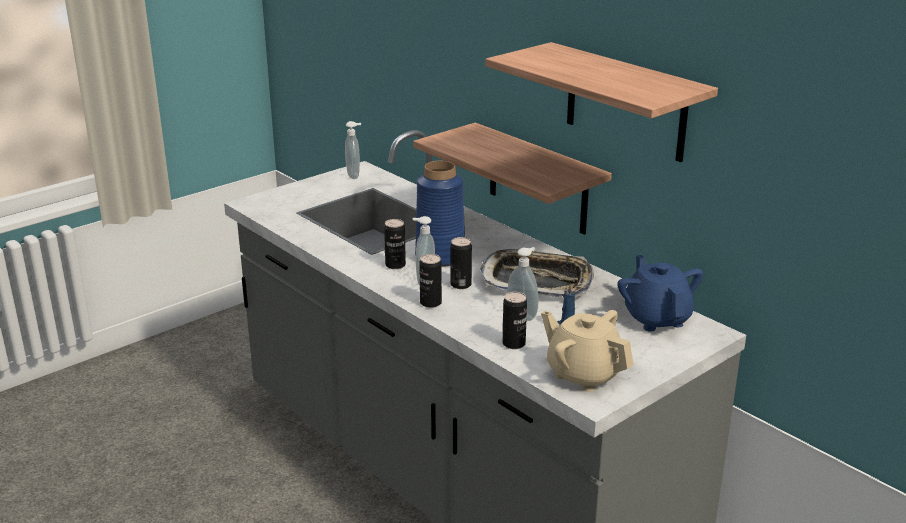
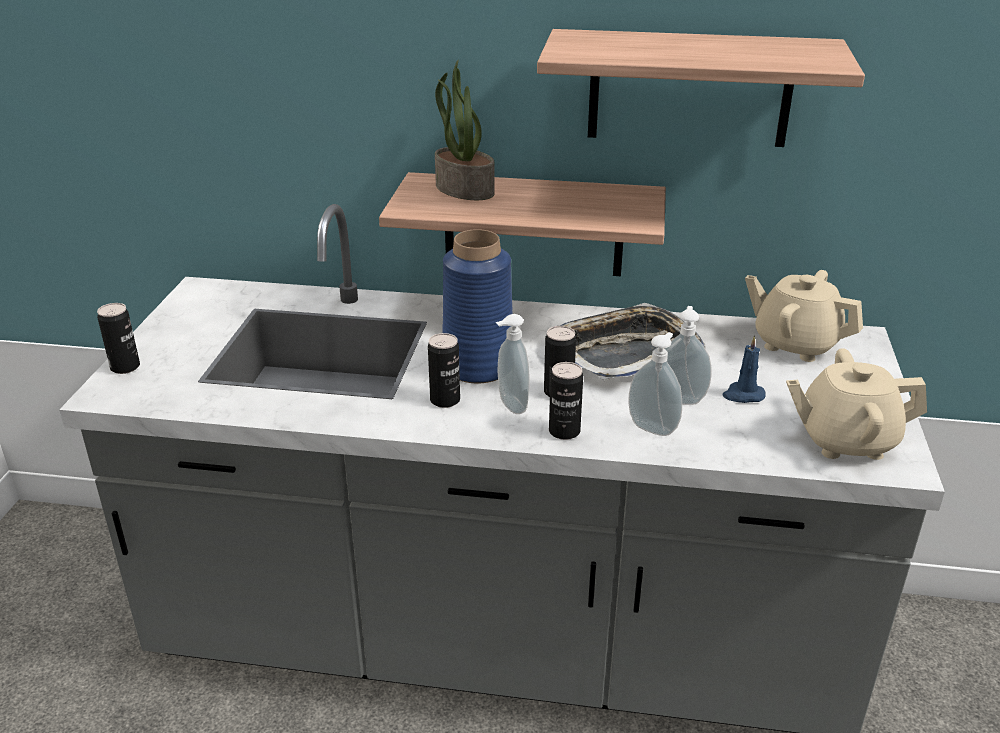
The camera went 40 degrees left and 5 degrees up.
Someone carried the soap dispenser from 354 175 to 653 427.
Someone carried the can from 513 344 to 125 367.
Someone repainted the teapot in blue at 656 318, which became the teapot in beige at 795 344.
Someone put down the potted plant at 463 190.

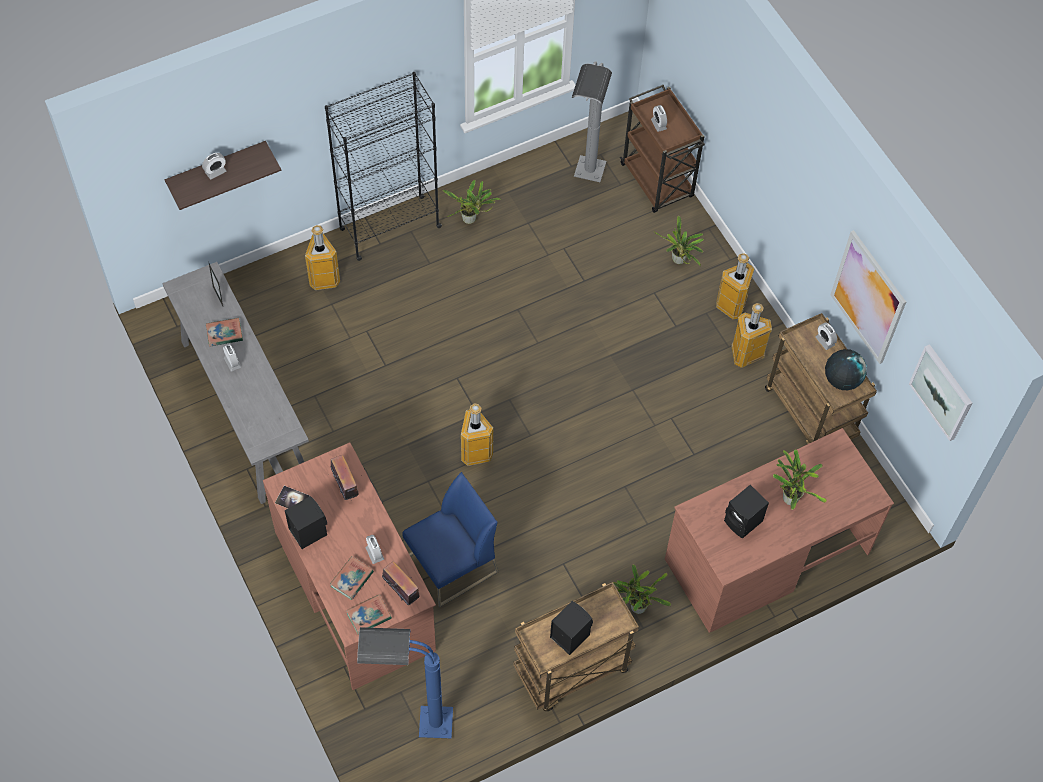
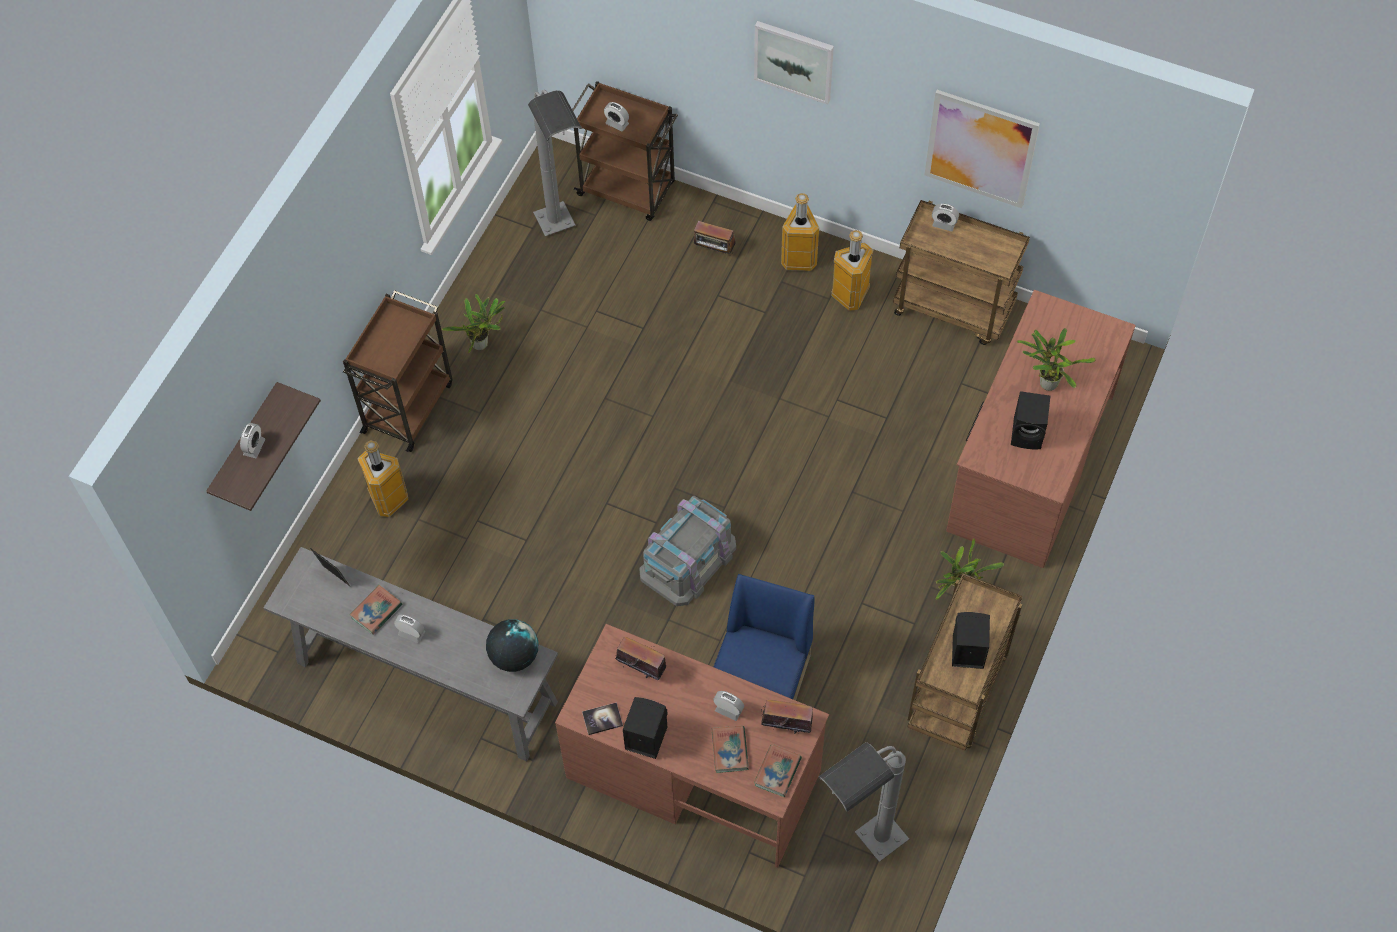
The camera went 35 degrees left and 0 degrees up.
Someone swapped the bookcase in black at 389 228 for the cart in brown at 408 406.
Someone repainted the floor lamp in blue at 412 723, which became the floor lamp in grey at 860 854.
Someone swapped the trash can at 475 451 for the storage box in grey at 687 559.
Someone swapped the potted plant at 679 261 for the radio at 714 250.
Someone carried the globe from 841 380 to 514 656.
Someone carried the picture from 942 392 to 794 61.

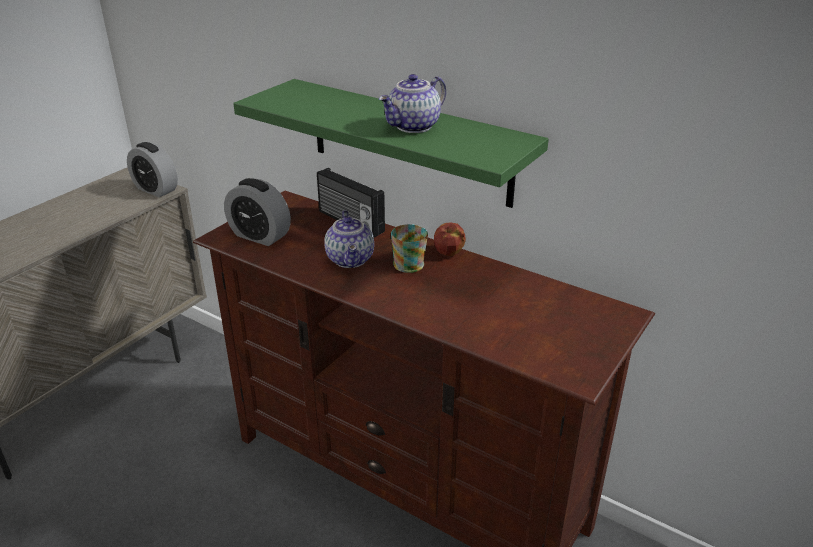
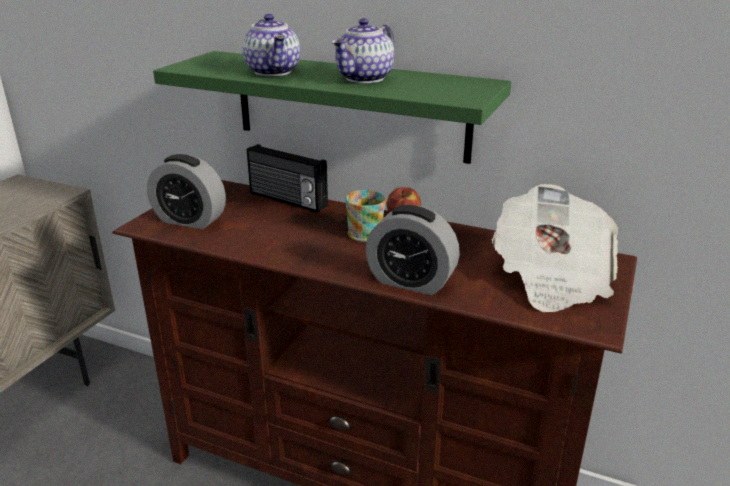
The camera went 10 degrees left and 5 degrees down.
Someone carried the alarm clock from 156 189 to 411 281.
Someone carried the teapot from 351 260 to 274 72.
Someone put down the newspaper at 551 278.

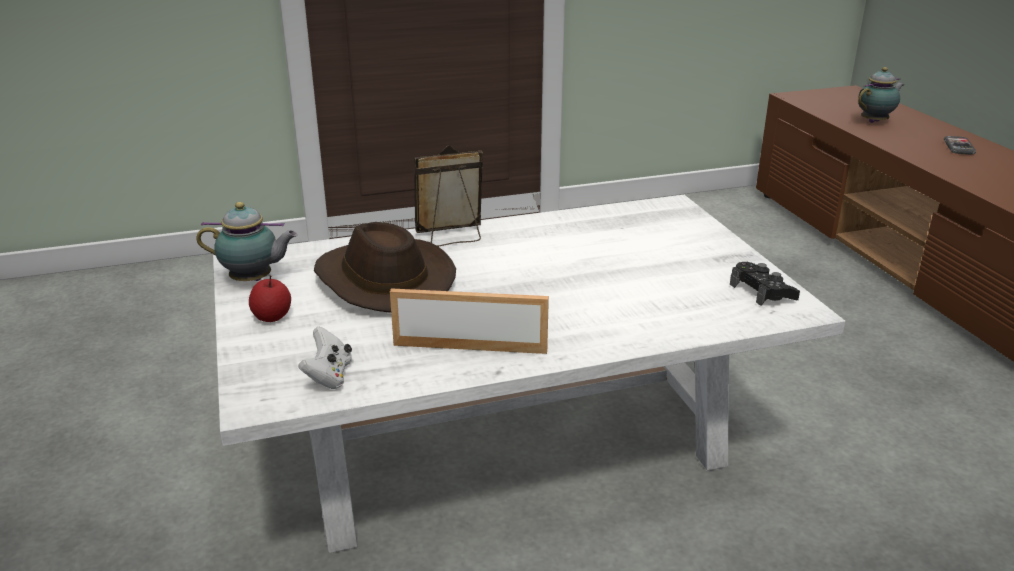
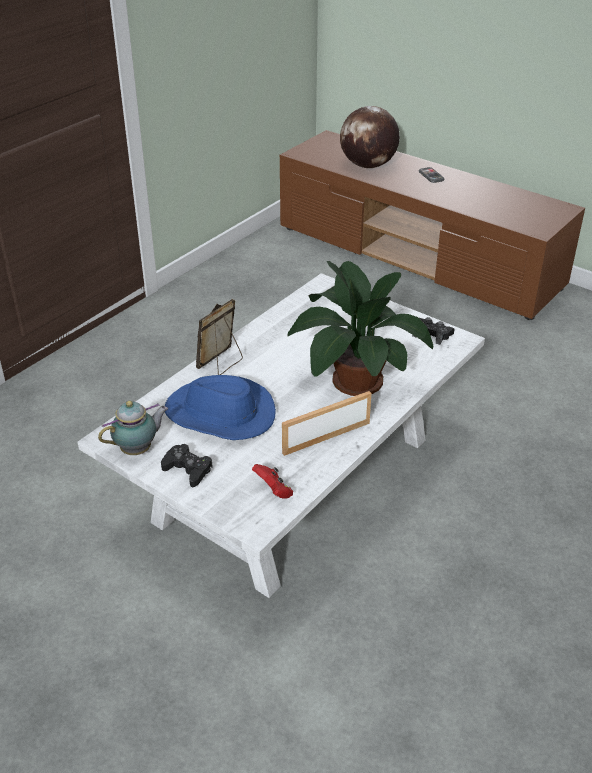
The camera went 35 degrees left and 10 degrees up.
Someone swapped the apple at 272 317 for the game controller in black at 188 469.
Someone repainted the game controller in white at 329 376, which became the game controller in red at 274 491.
Someone repainted the hat in brown at 382 280, which became the hat in blue at 220 414.
Someone swapped the teapot at 875 121 for the globe at 368 165.
Someone put down the potted plant at 352 379.

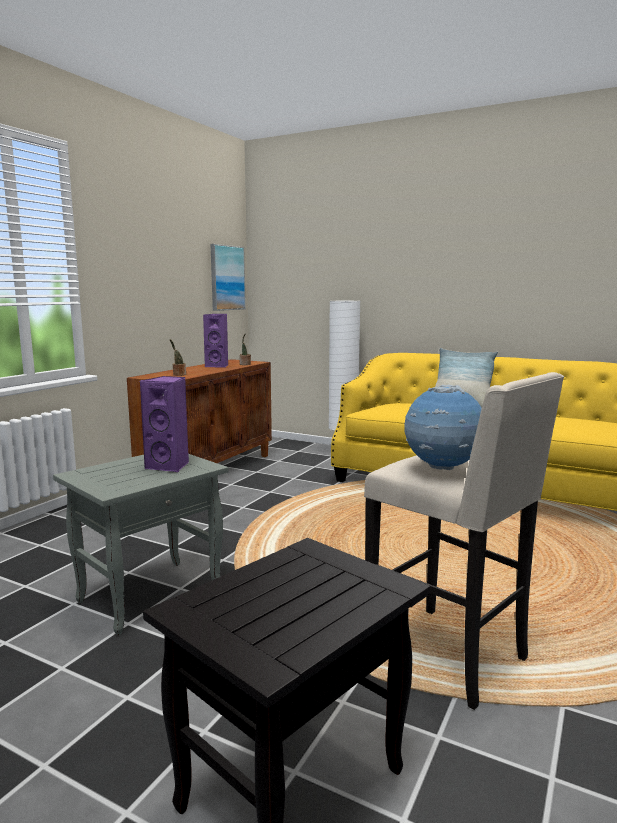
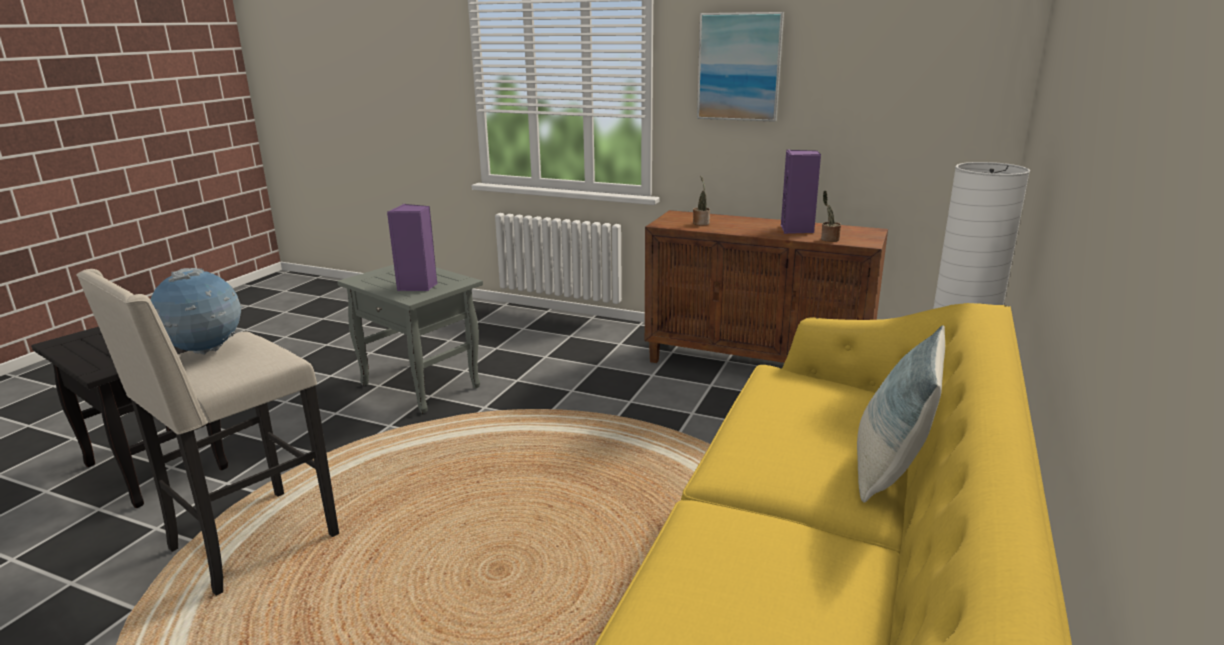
The camera went 85 degrees right and 10 degrees up.
Someone carried the picture from 227 278 to 739 67.

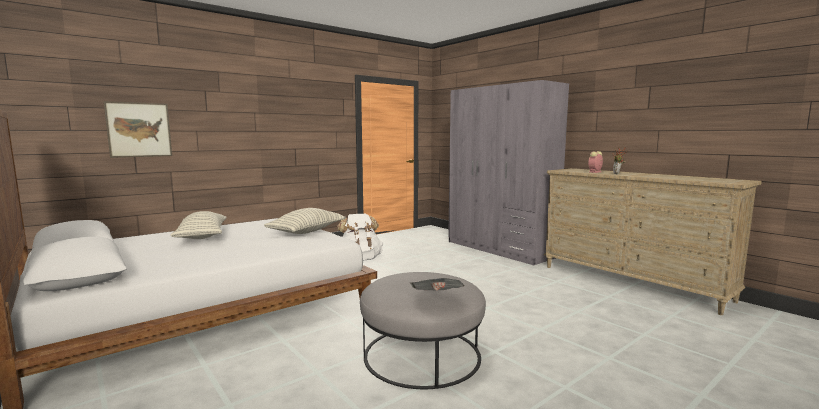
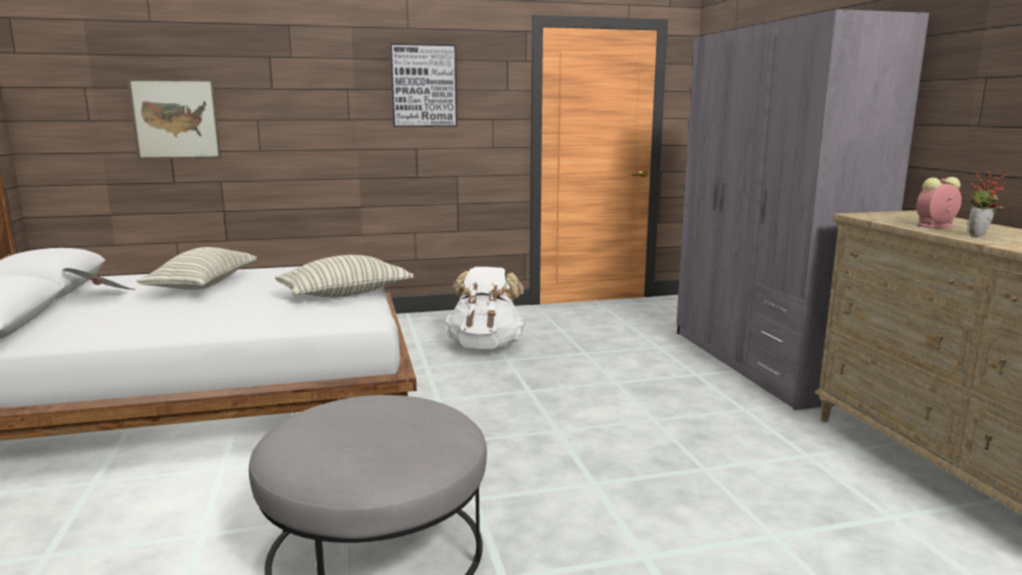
The camera went 25 degrees right and 5 degrees up.
Someone carried the newspaper from 436 299 to 102 295.
Someone put up the picture at 424 86.

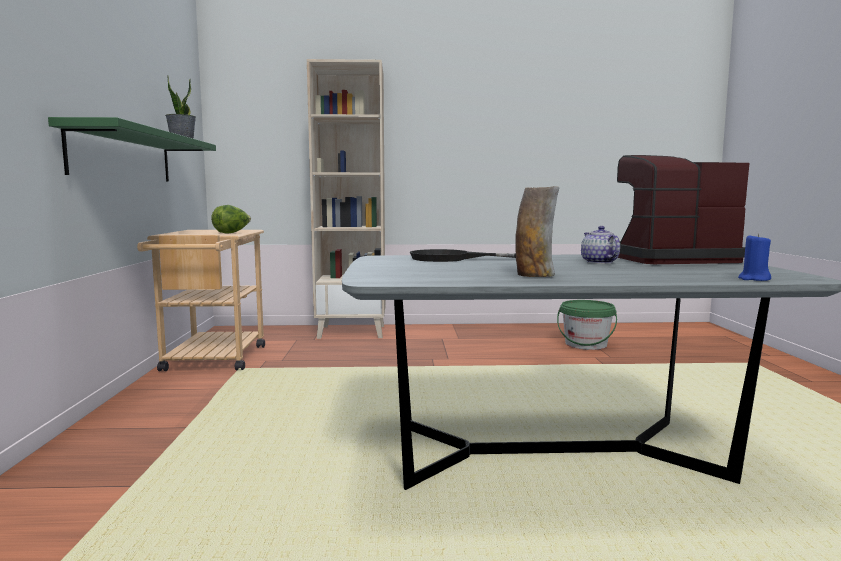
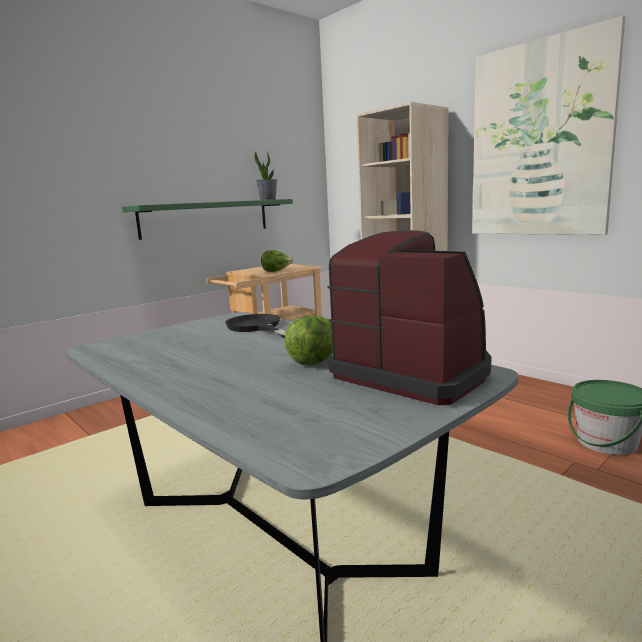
The camera went 50 degrees right and 5 degrees up.
Someone took away the vase at 535 275.
Someone swapped the teapot at 599 262 for the lettuce at 317 360.
Someone took away the candle in blue at 754 279.
Someone put up the picture at 539 140.

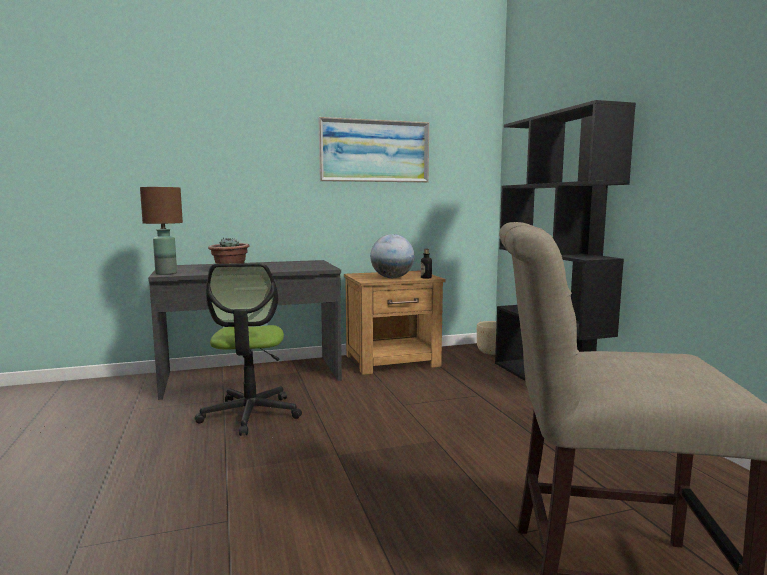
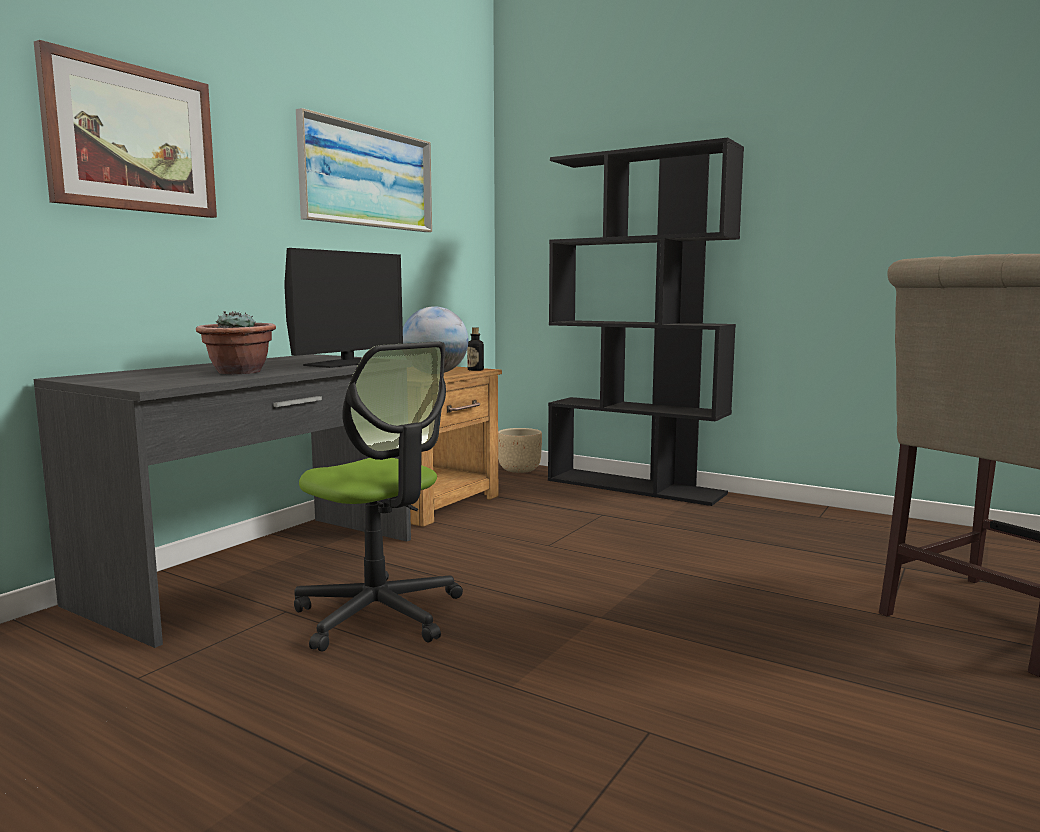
The camera went 40 degrees left and 0 degrees up.
Someone took away the table lamp in brown at 165 273.
Someone put up the picture at 132 139.
Someone put down the monitor at 347 363.

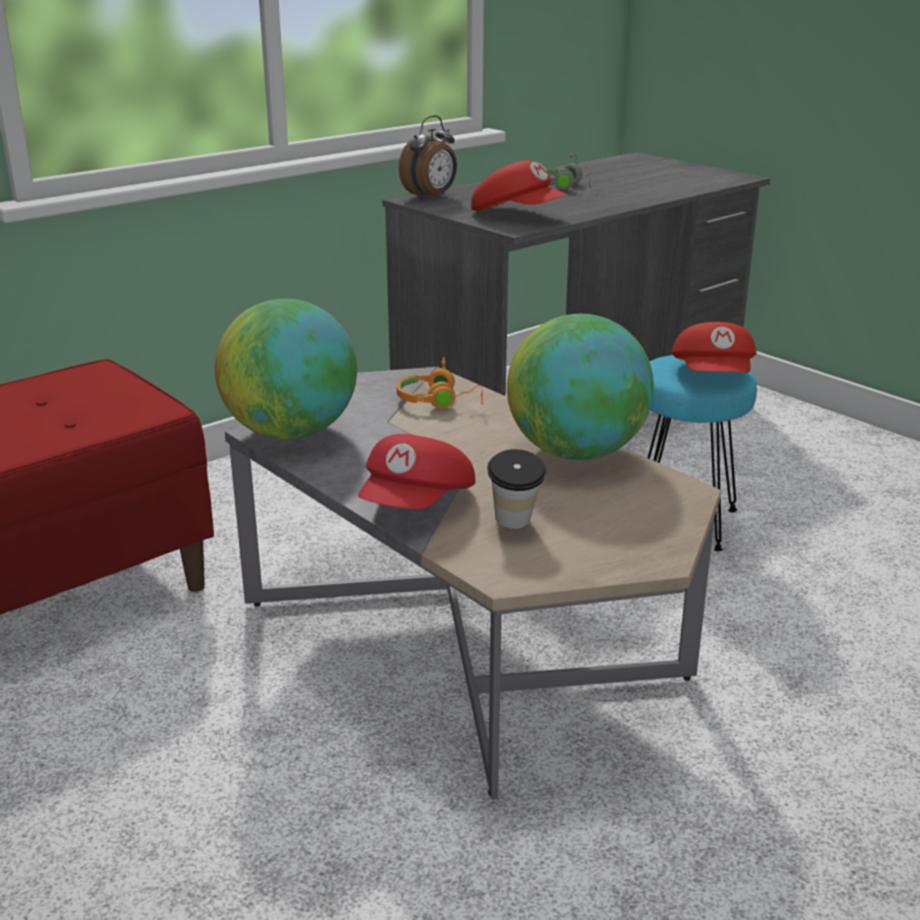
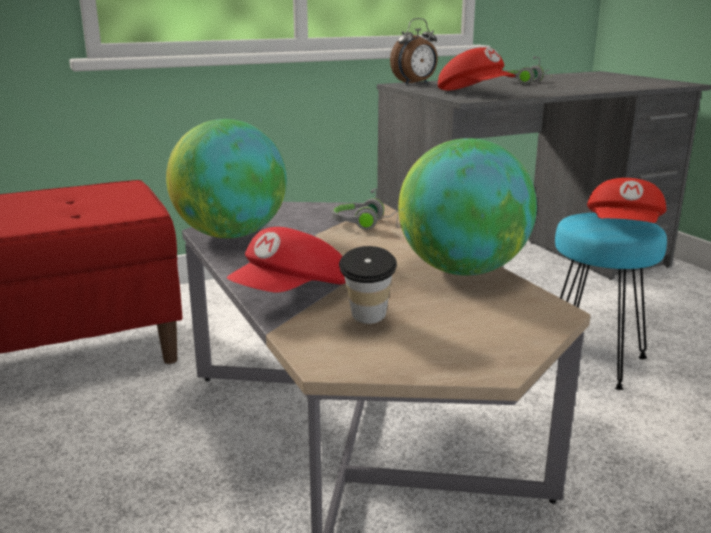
The camera went 15 degrees right and 5 degrees down.
Someone repainted the headphones in orange at 439 401, which became the headphones in grey at 367 225.

